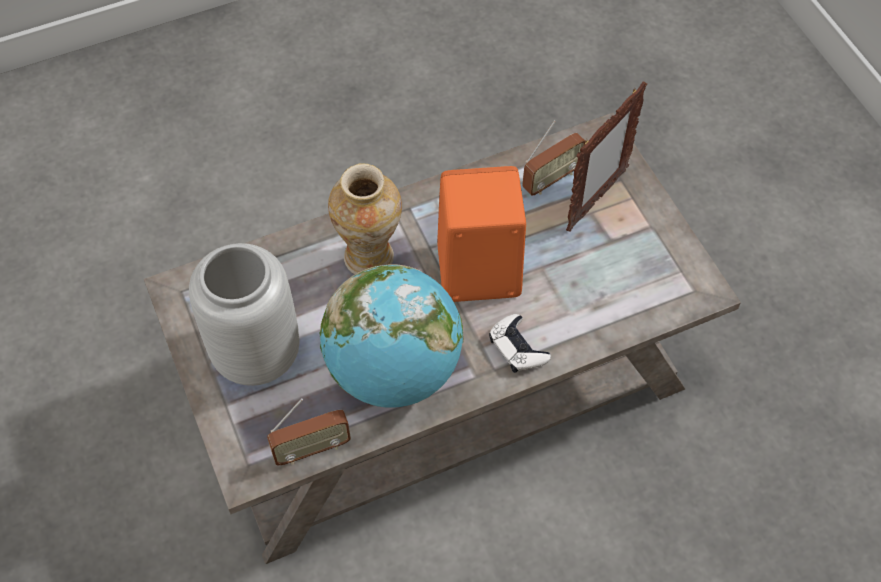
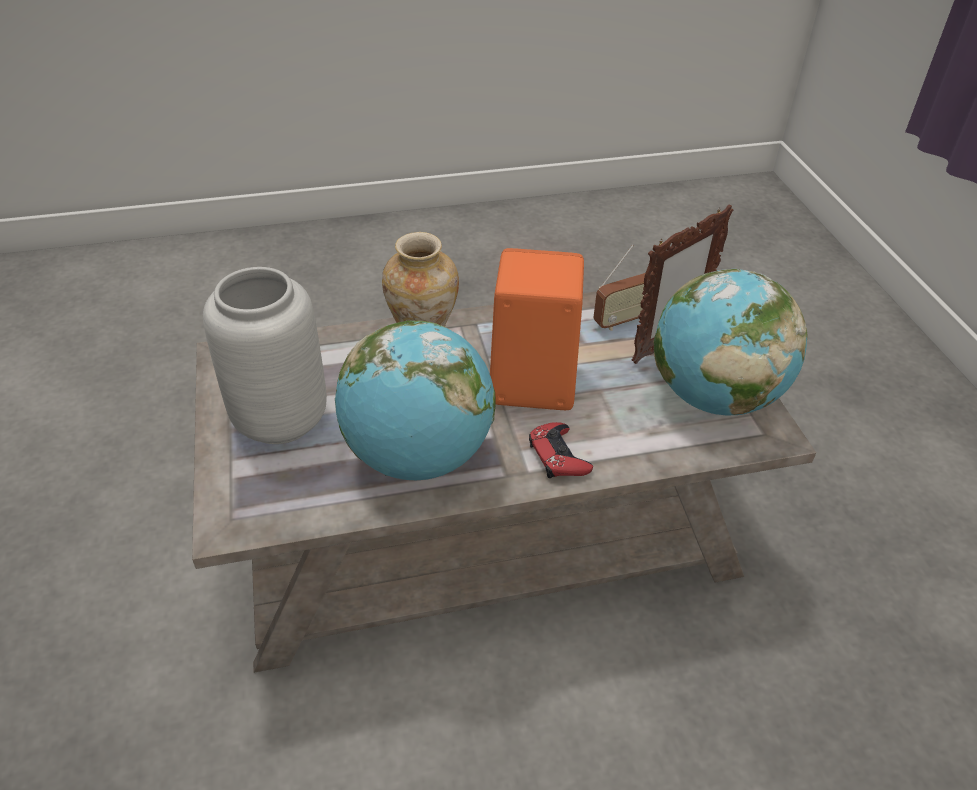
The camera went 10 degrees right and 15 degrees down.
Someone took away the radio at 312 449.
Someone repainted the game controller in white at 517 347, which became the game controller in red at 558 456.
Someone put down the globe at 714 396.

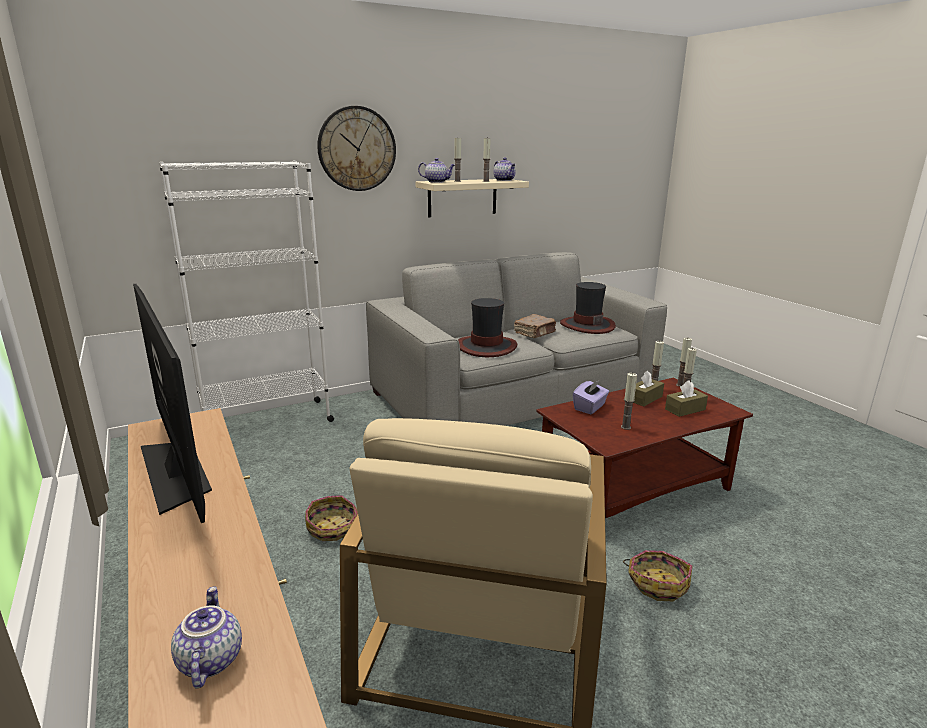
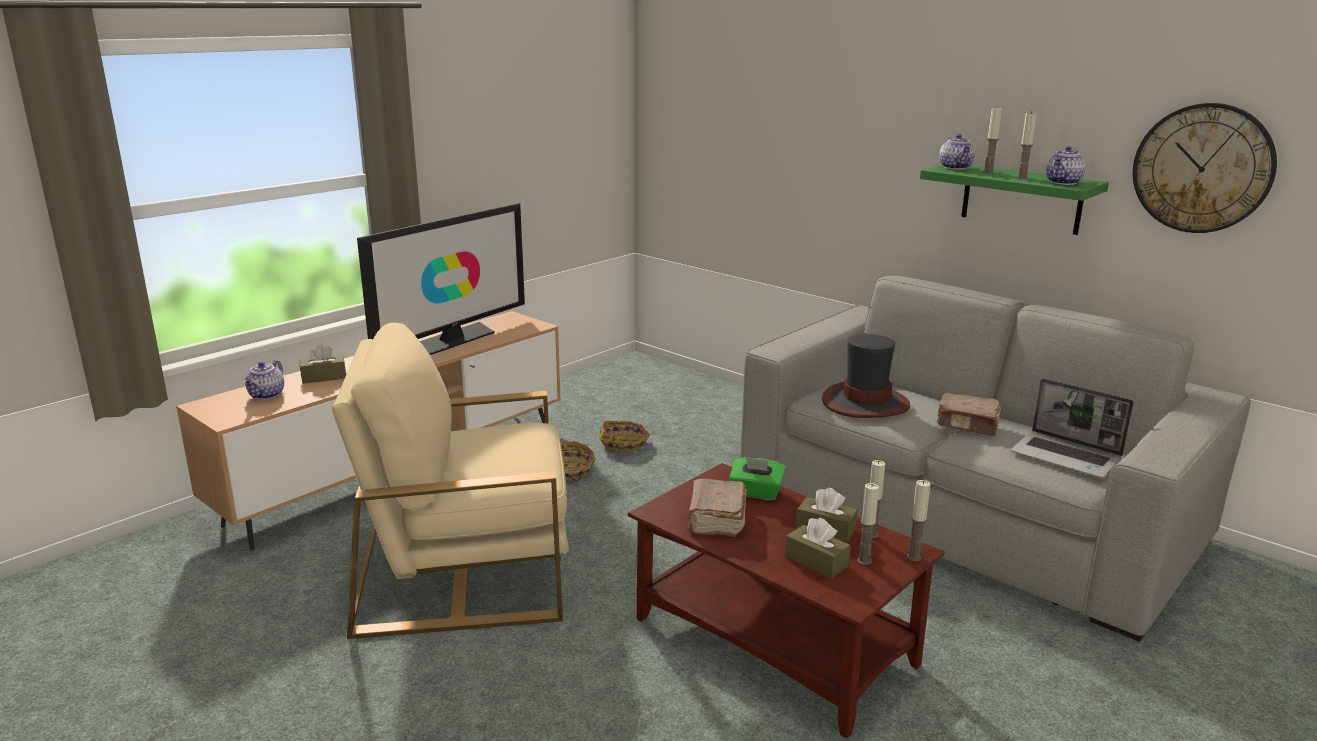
The camera went 70 degrees right and 0 degrees up.
Someone took away the bookcase in white at 267 422.
Someone rotated the teapot at 209 660 by 135 degrees clockwise.
Someone carried the wall clock from 357 149 to 1202 168.
Someone repainted the shelf in beige at 462 197, which became the shelf in green at 1021 198.
Someone swapped the hat at 587 325 for the laptop at 1067 457.
Someone repainted the tissue box in purple at 590 407, which became the tissue box in green at 756 493.
Someone swapped the candle at 625 427 for the book in brown at 716 519.
Someone carried the basket from 657 583 to 624 444.
Someone put down the tissue box in brown at 324 377.

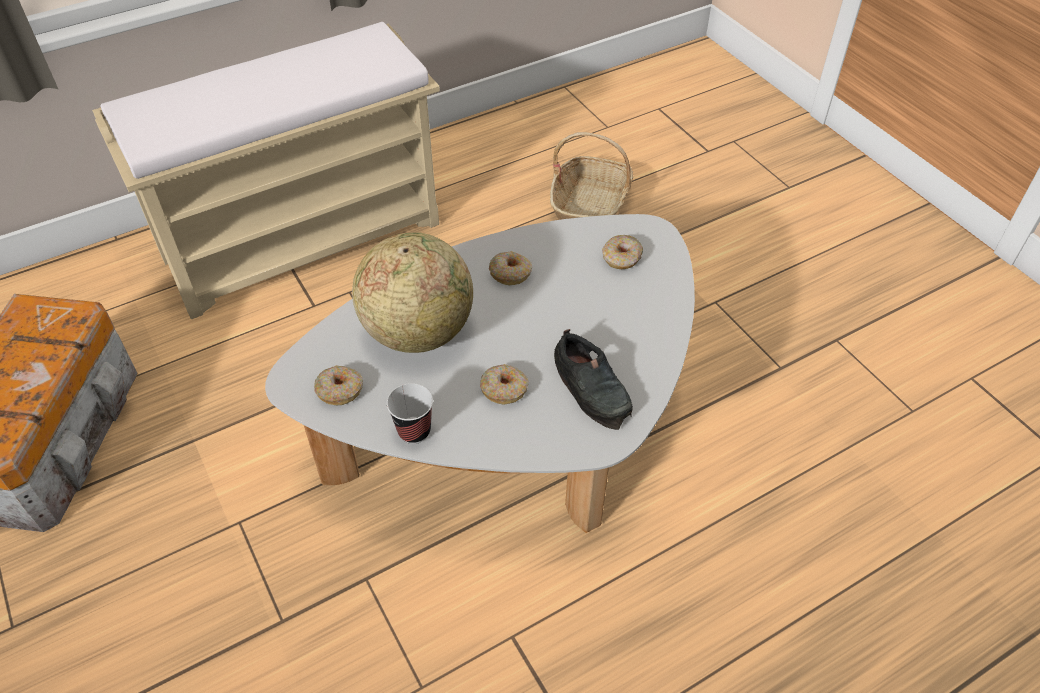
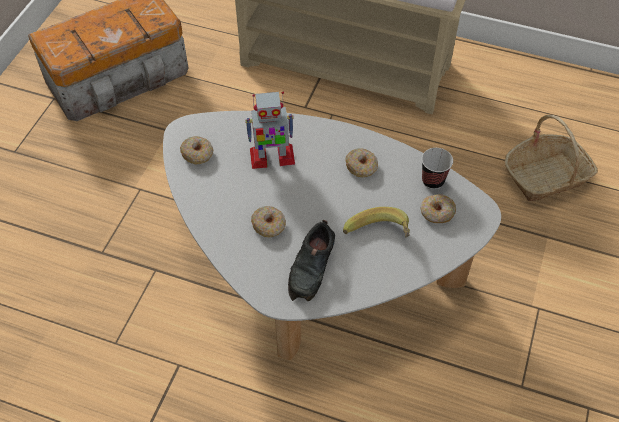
The camera went 50 degrees right and 5 degrees up.
Someone swapped the globe at 418 331 for the toy robot at 271 157.
Someone carried the cup from 414 431 to 433 181.
Someone put down the banana at 378 237.

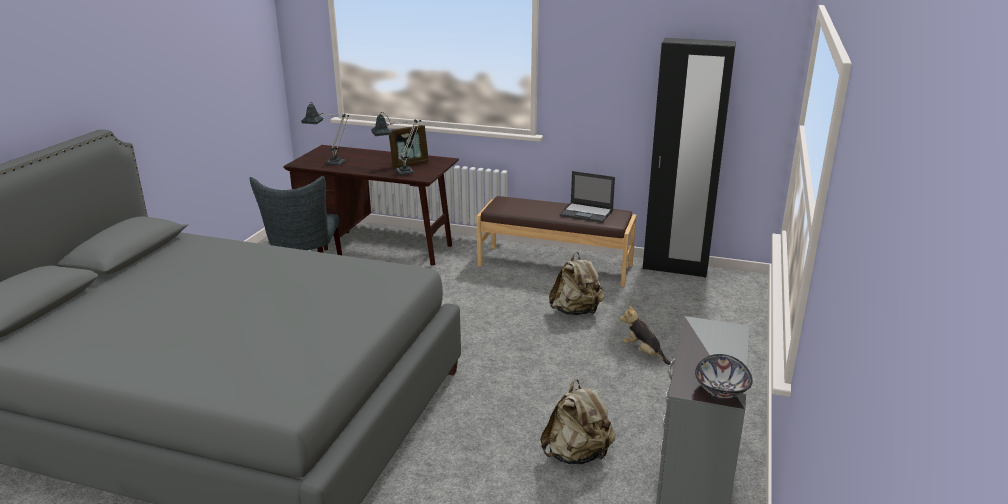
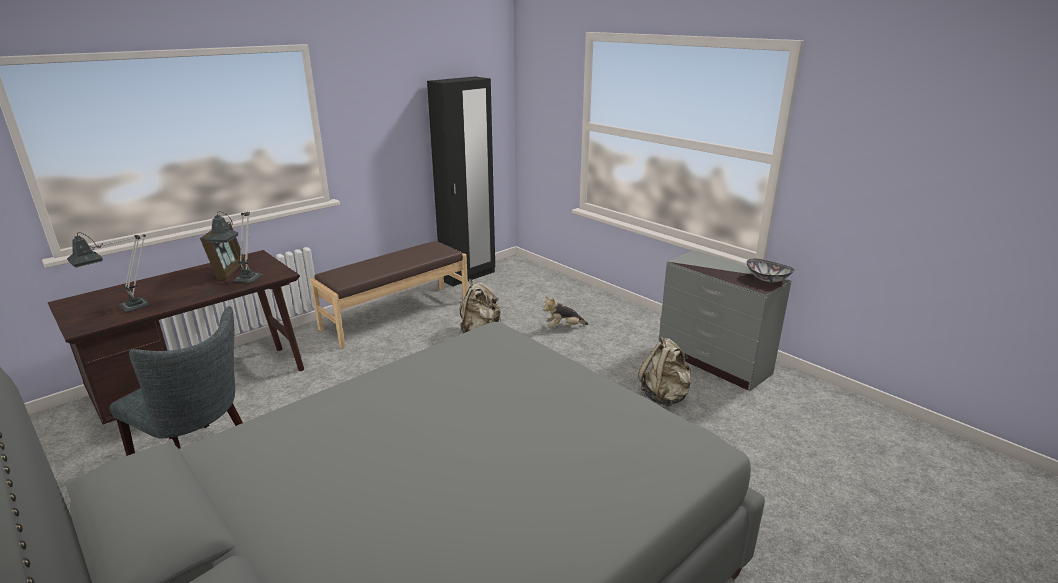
The camera went 60 degrees left and 0 degrees up.
Someone took away the laptop at 587 213.

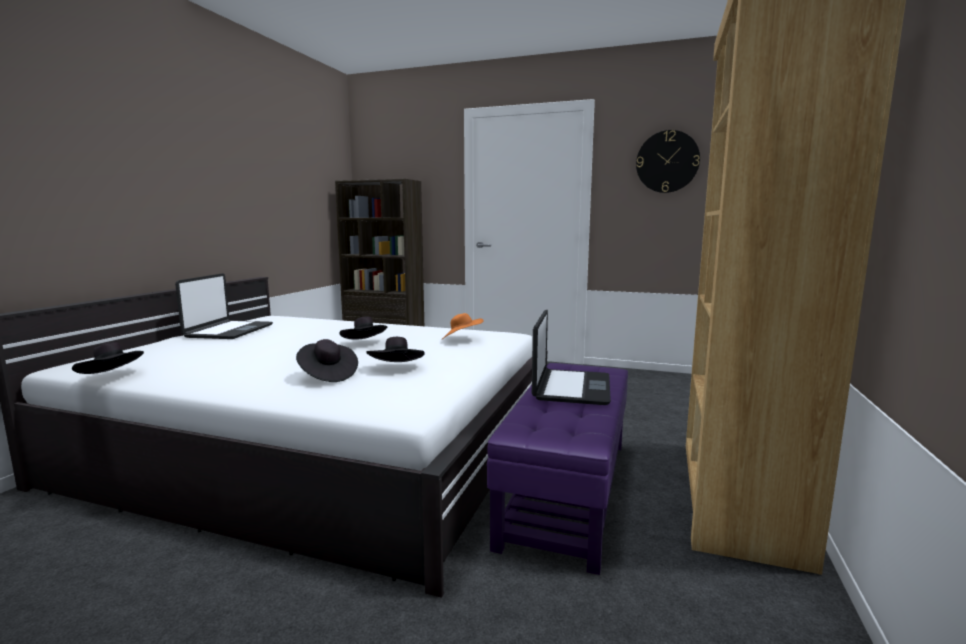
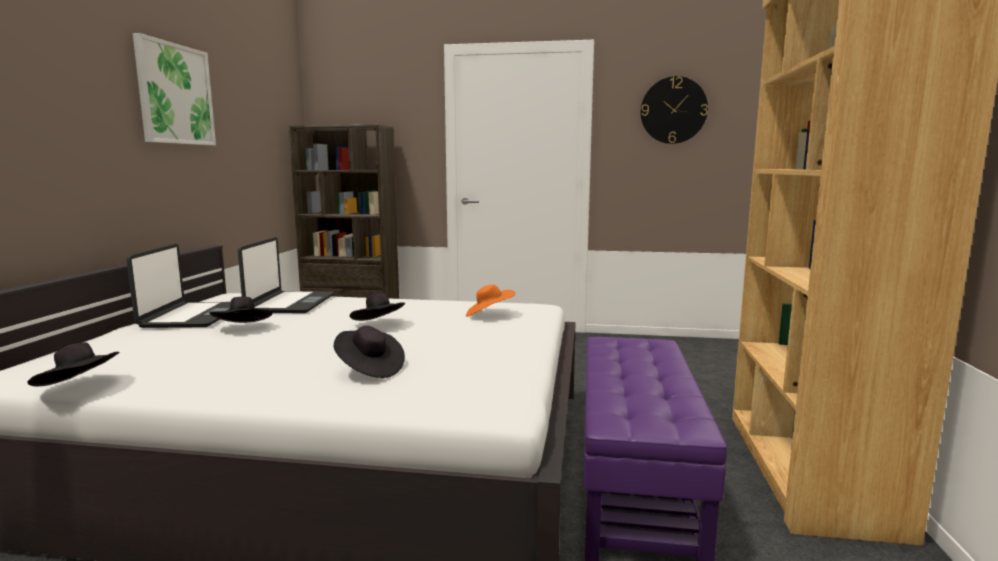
The camera went 10 degrees left and 0 degrees up.
Someone carried the hat in black from 396 369 to 243 329.
Someone carried the laptop from 571 388 to 290 303.
Someone put up the picture at 175 94.

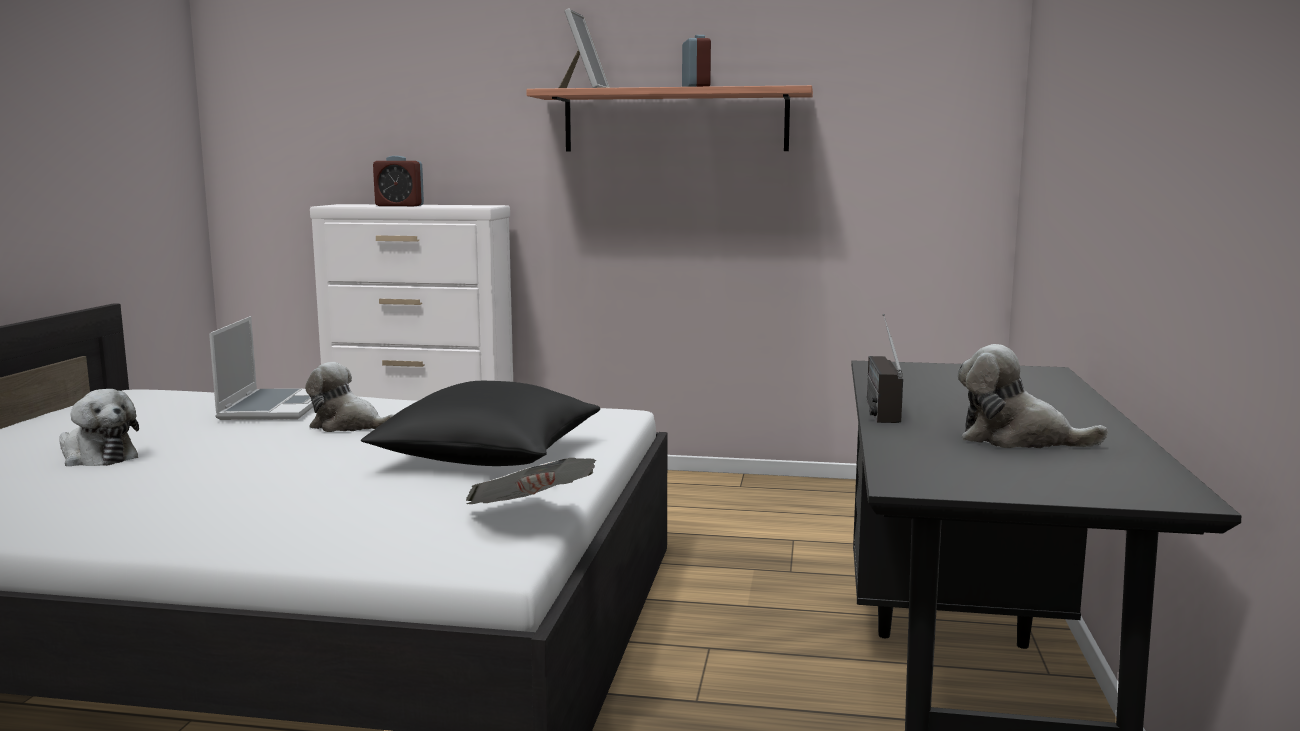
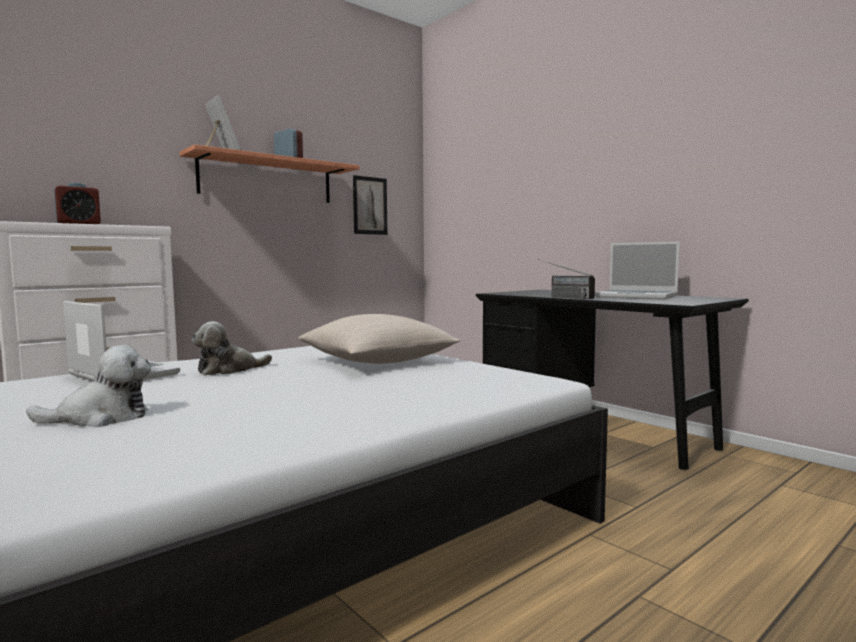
The camera went 50 degrees left and 5 degrees down.
Someone repainted the pillow in black at 488 457, which became the pillow in beige at 377 361.
Someone took away the newspaper at 530 518.
Someone swapped the plush toy at 1017 439 for the laptop at 637 297.
Someone put up the picture at 370 205.

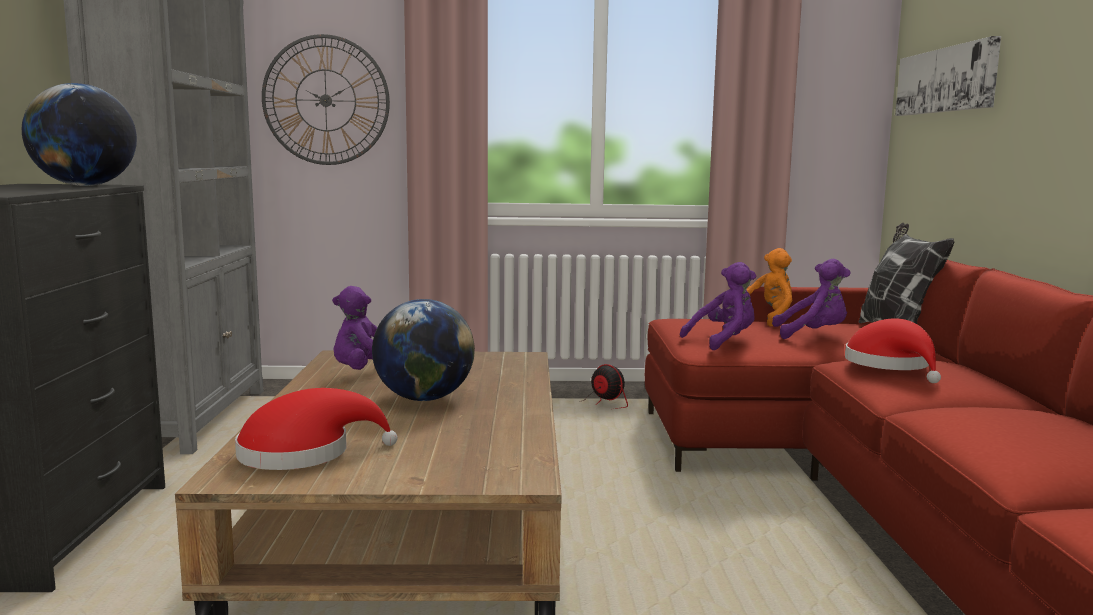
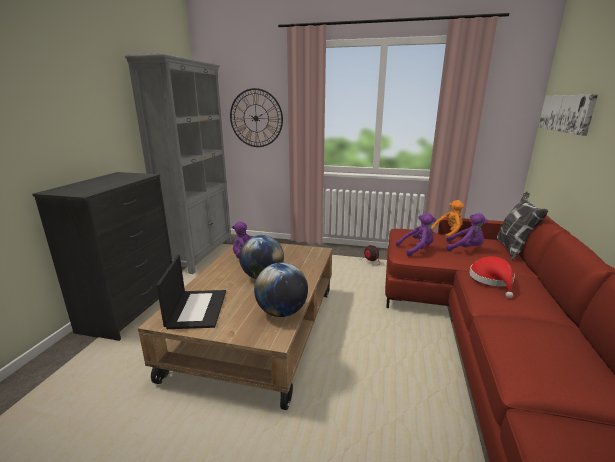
The camera went 15 degrees right and 10 degrees up.
Someone carried the globe from 85 186 to 282 312.
Someone swapped the hat in red at 304 453 for the laptop at 197 308.

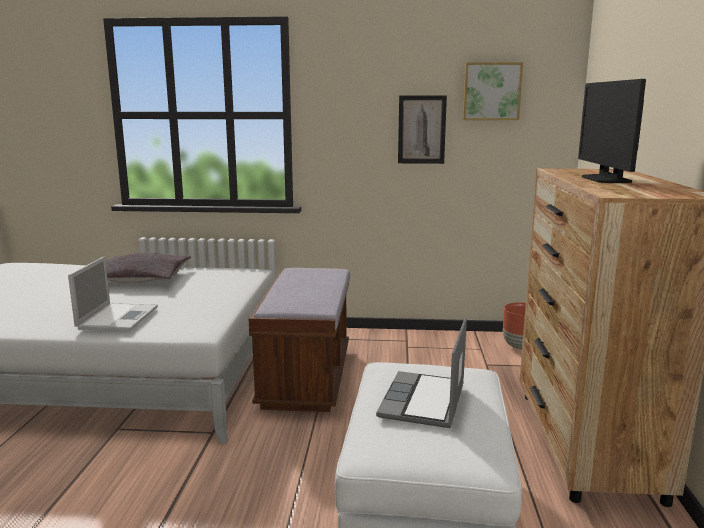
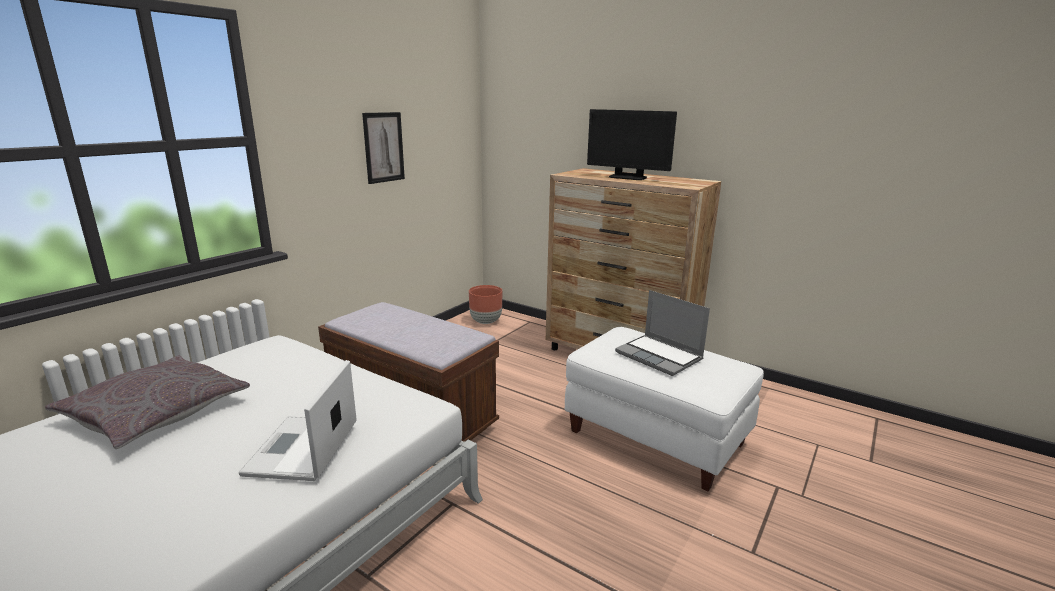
The camera went 60 degrees left and 5 degrees up.
Someone rotated the laptop at 118 317 by 120 degrees counterclockwise.
Someone took away the picture at 491 91.

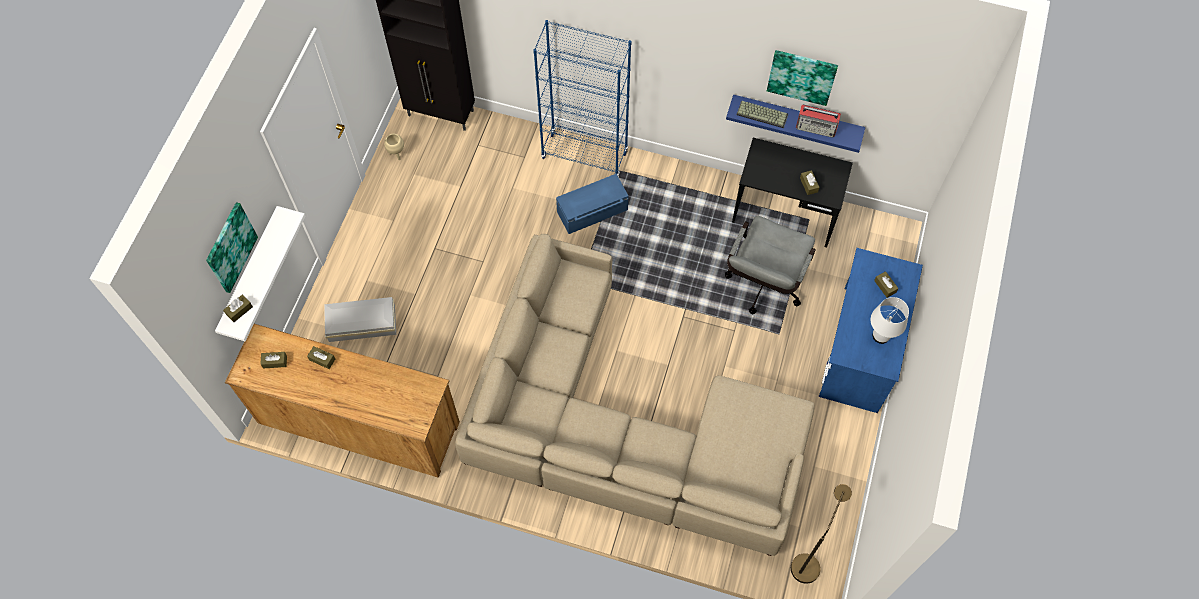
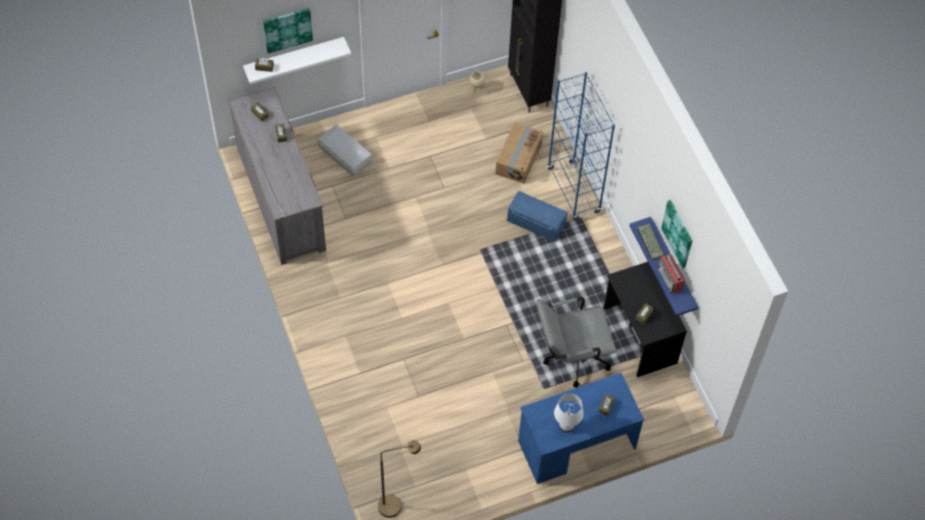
The camera went 50 degrees right and 5 degrees down.
Someone repainted the dresser in brown at 358 422, which became the dresser in grey at 281 199.
Someone took away the sofa in beige at 622 427.
Someone put down the cardboard box at 518 159.

